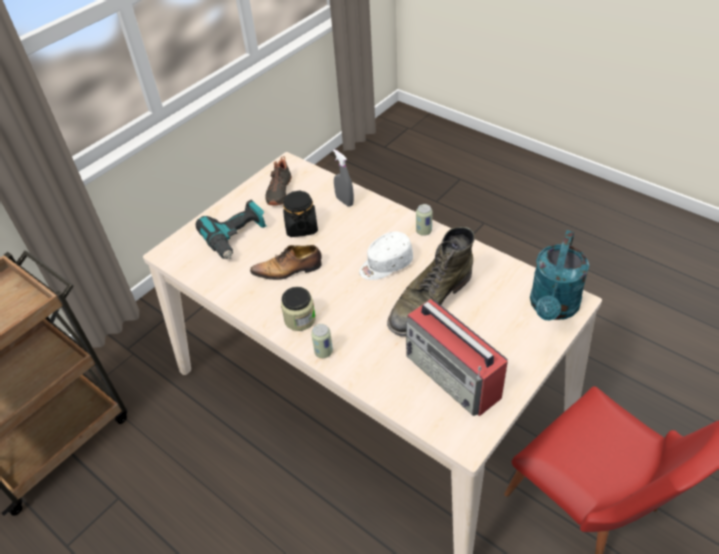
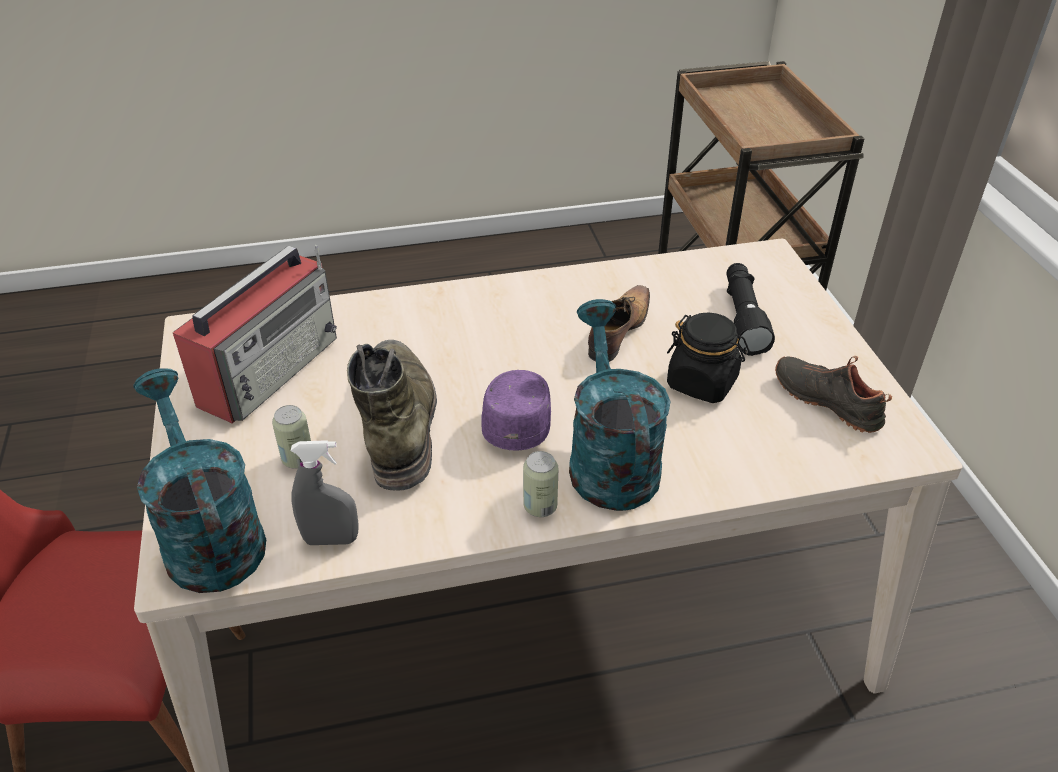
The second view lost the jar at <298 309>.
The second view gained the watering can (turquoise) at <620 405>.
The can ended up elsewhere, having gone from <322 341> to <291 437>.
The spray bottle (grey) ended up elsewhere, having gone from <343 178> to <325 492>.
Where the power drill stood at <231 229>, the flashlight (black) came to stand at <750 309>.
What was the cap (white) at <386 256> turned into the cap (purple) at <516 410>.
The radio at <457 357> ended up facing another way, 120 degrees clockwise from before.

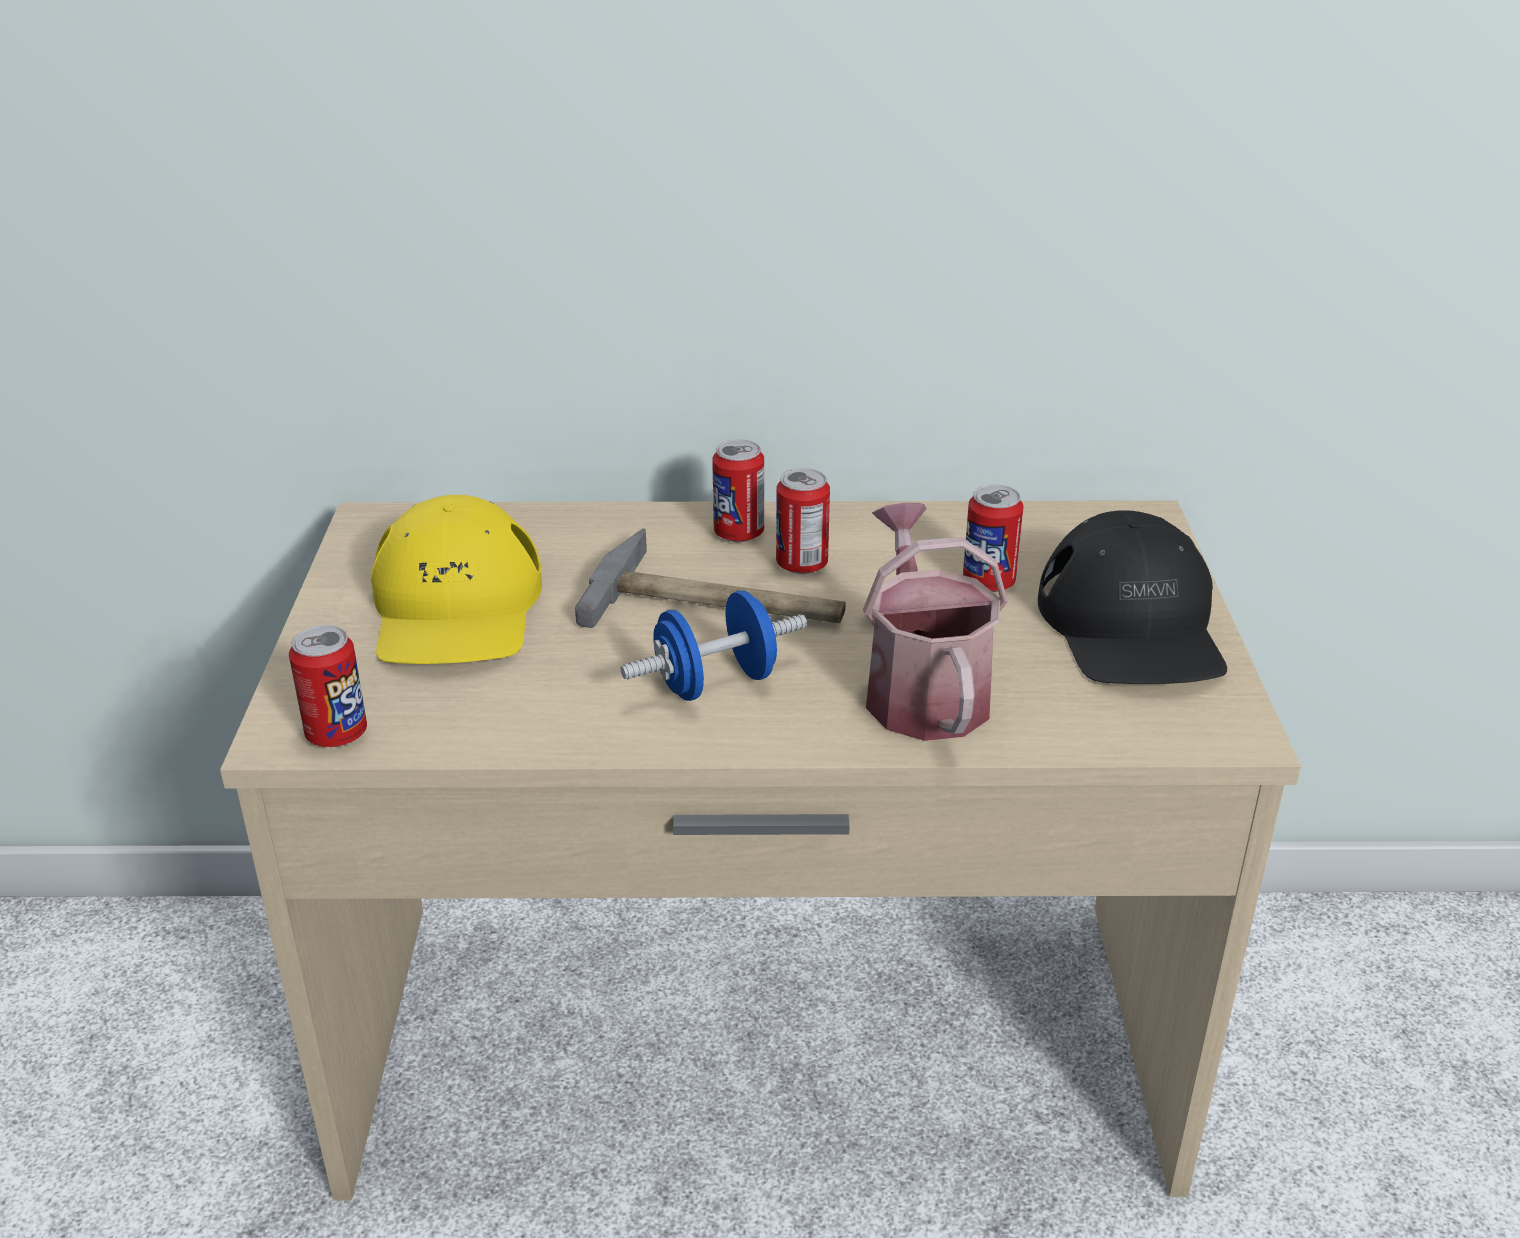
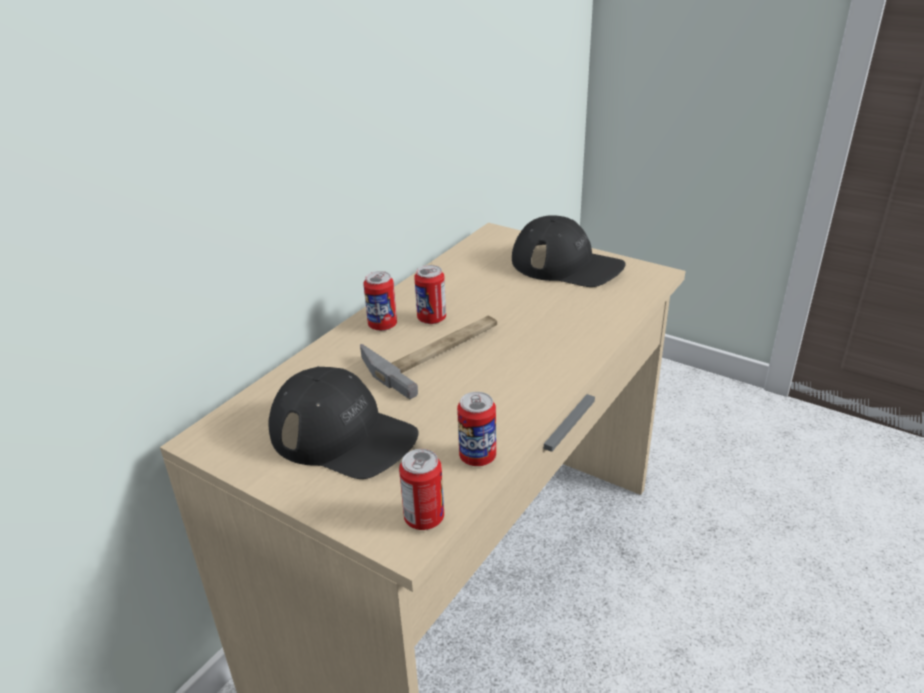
The second view lost the dumbbell (blue) at <714 646>.
The second view lost the watering can at <935 622>.
The can ended up elsewhere, having gone from <993 538> to <476 429>.
What was the cap (yellow) at <456 579> turned into the cap (black) at <343 422>.

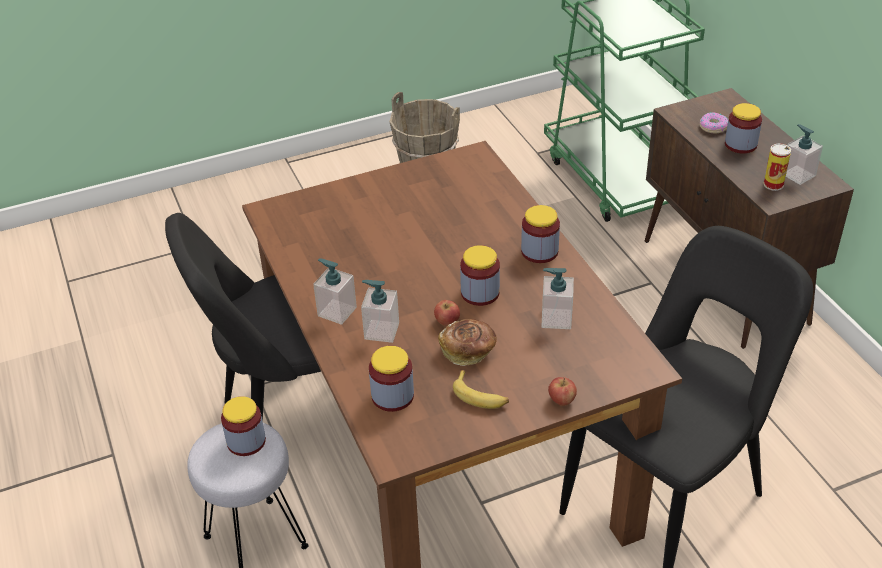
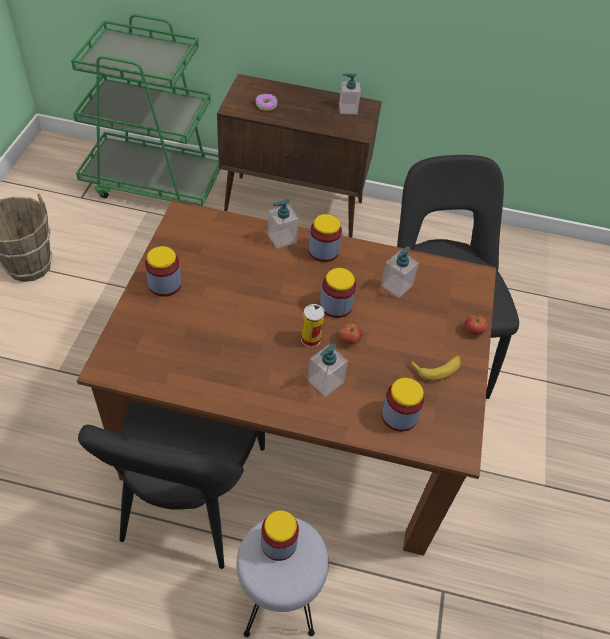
The second view lost the bread at <467 342>.
The soap dispenser ended up elsewhere, having gone from <335 292> to <283 224>.
The jar ended up elsewhere, having gone from <743 128> to <163 271>.
The can ended up elsewhere, having gone from <777 167> to <313 326>.

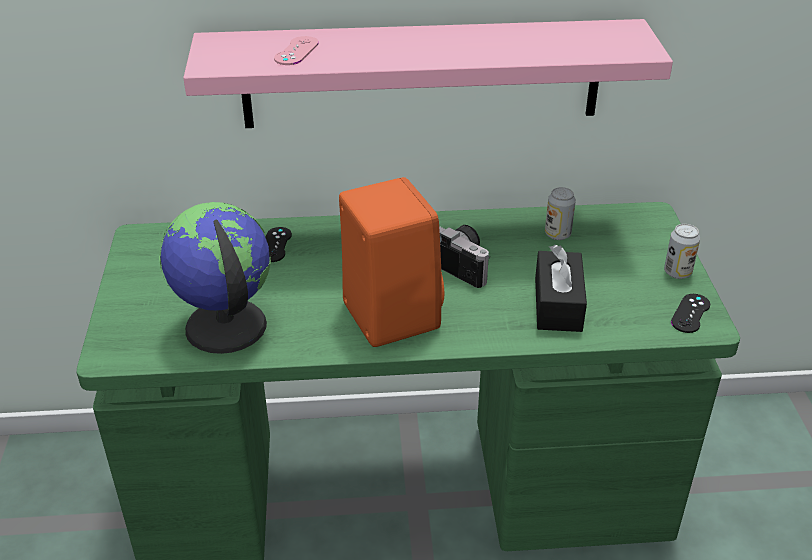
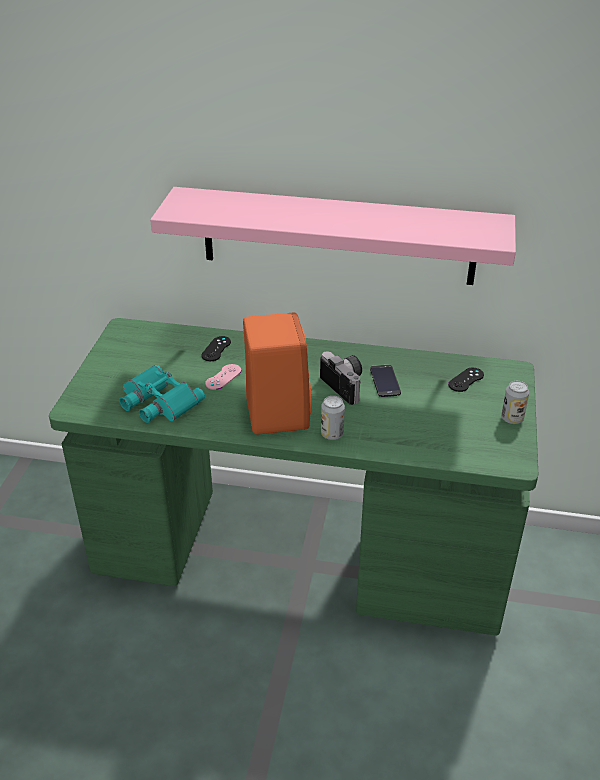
The second view lost the tissue box (black) at <561 288>.
The second view gained the phone at <385 381>.
The game controller (pink) ended up elsewhere, having gone from <296 50> to <223 377>.
The can ended up elsewhere, having gone from <560 213> to <333 418>.
The game controller (black) ended up elsewhere, having gone from <690 313> to <466 380>.
Where the globe stood at <215 278>, the binoculars (turquoise) came to stand at <162 394>.

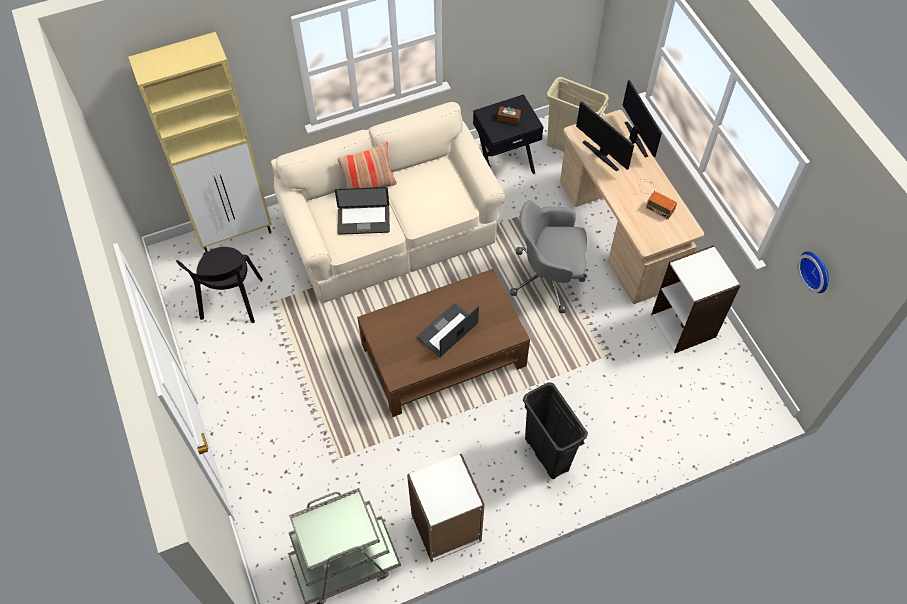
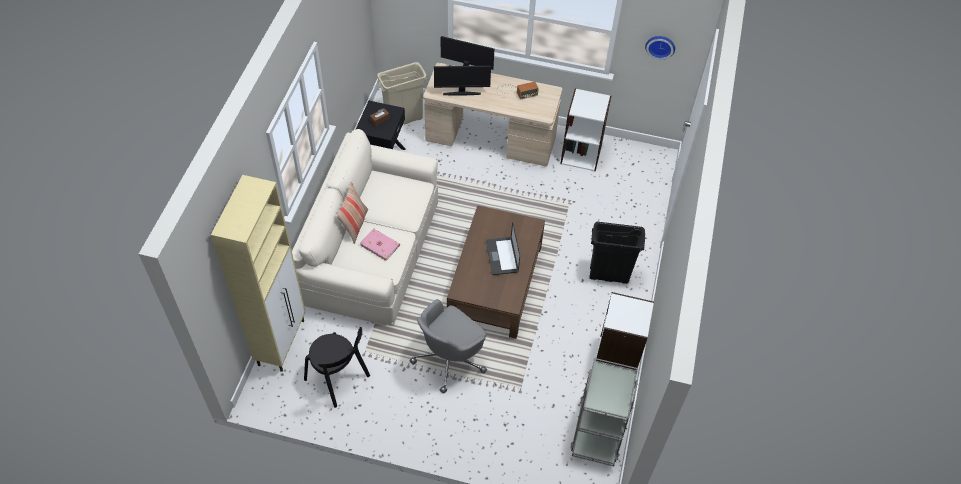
The office chair (grey) ended up elsewhere, having gone from <548 256> to <448 346>.
Where the laptop stood at <362 211>, the book (pink) came to stand at <380 244>.

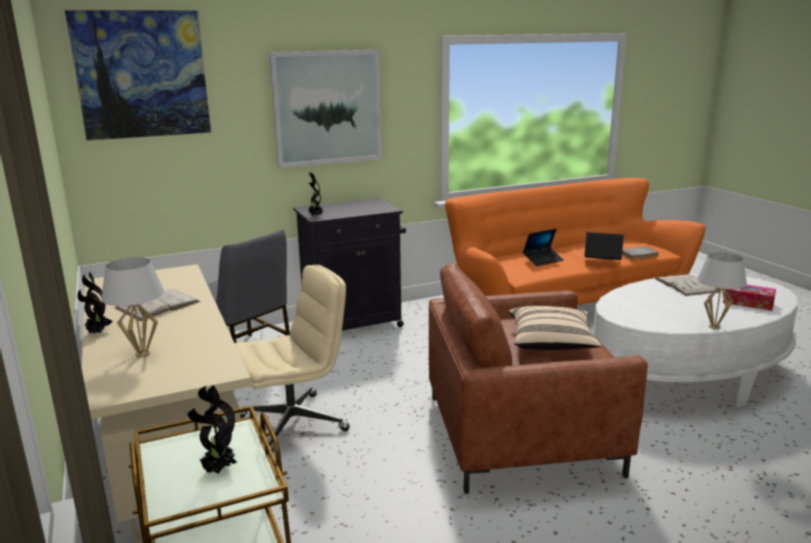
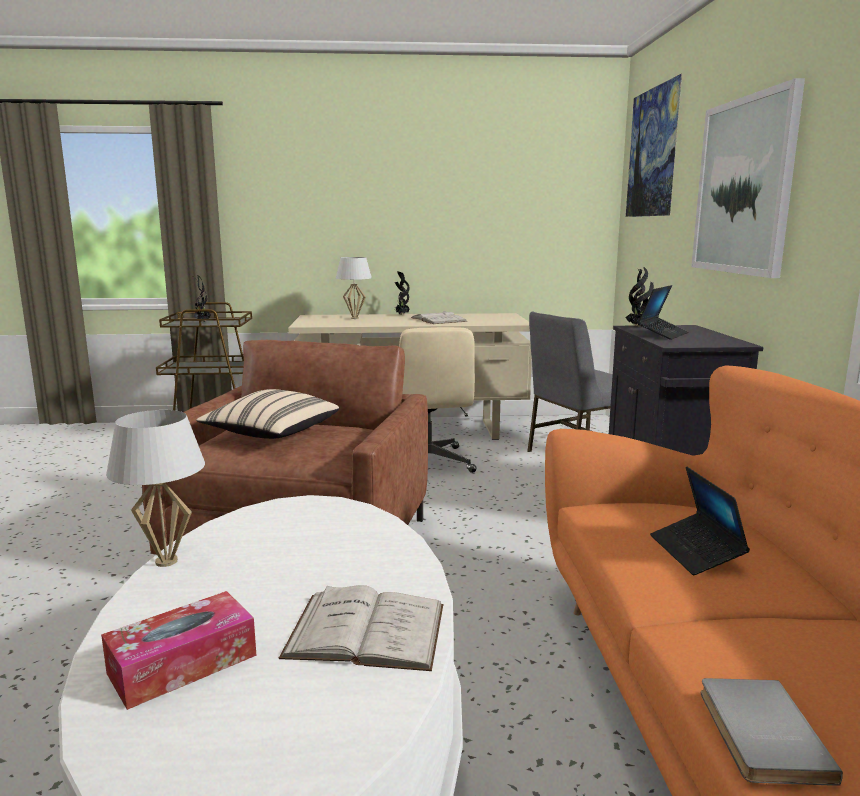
The laptop ended up elsewhere, having gone from <604 246> to <662 312>.

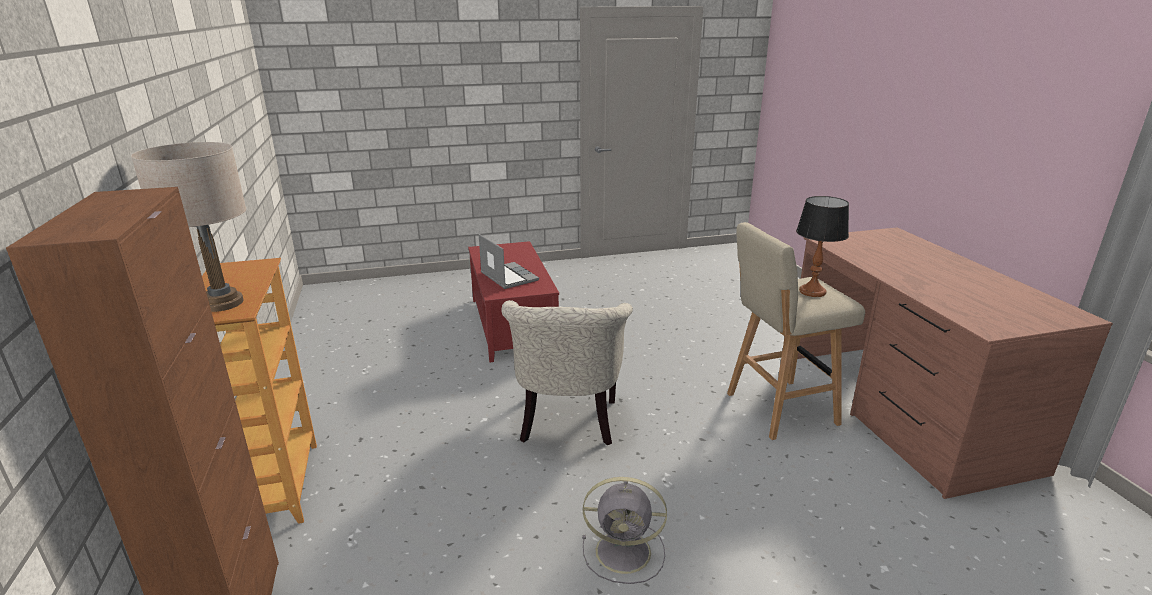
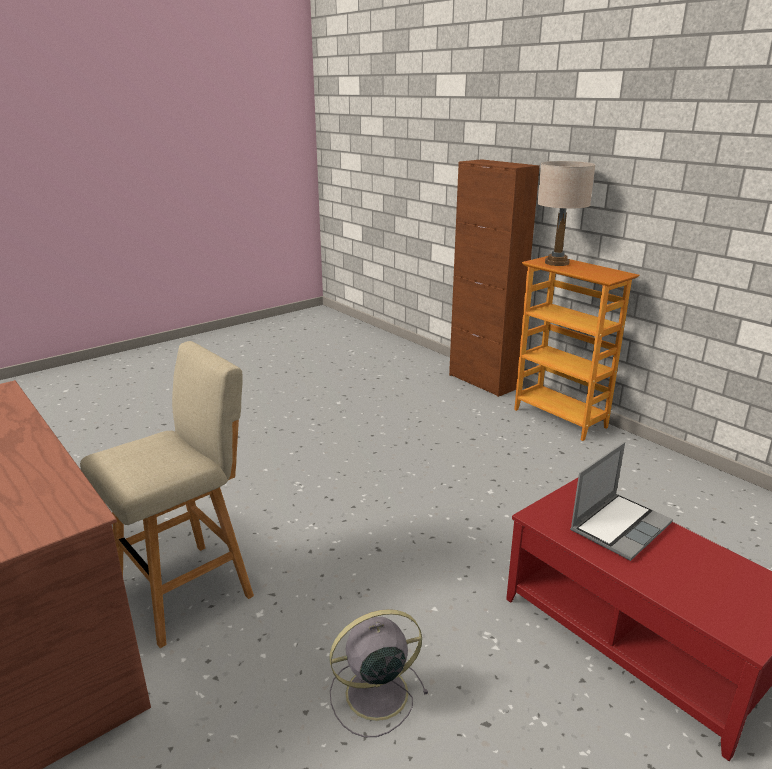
The second view lost the armchair (beige) at <567 373>.
The second view lost the table lamp at <822 246>.
The fan (grey) ended up elsewhere, having gone from <624 530> to <378 673>.
The laptop at <509 261> ended up facing another way, 75 degrees counterclockwise from before.

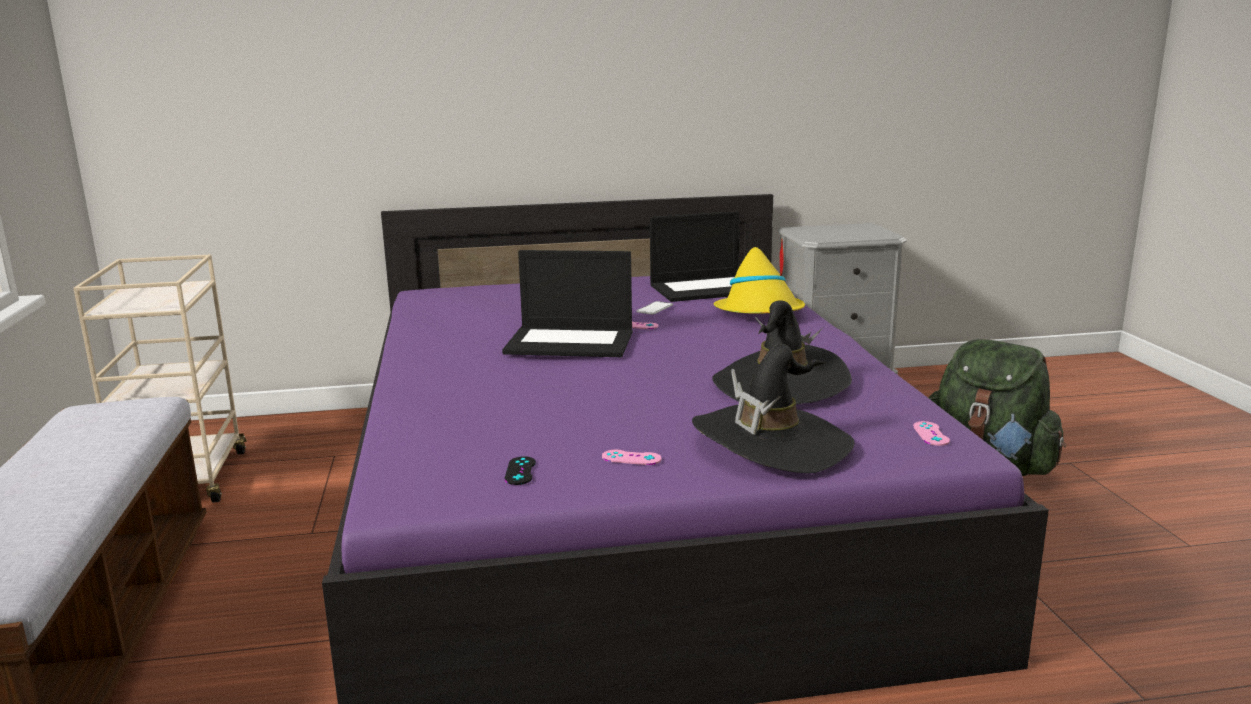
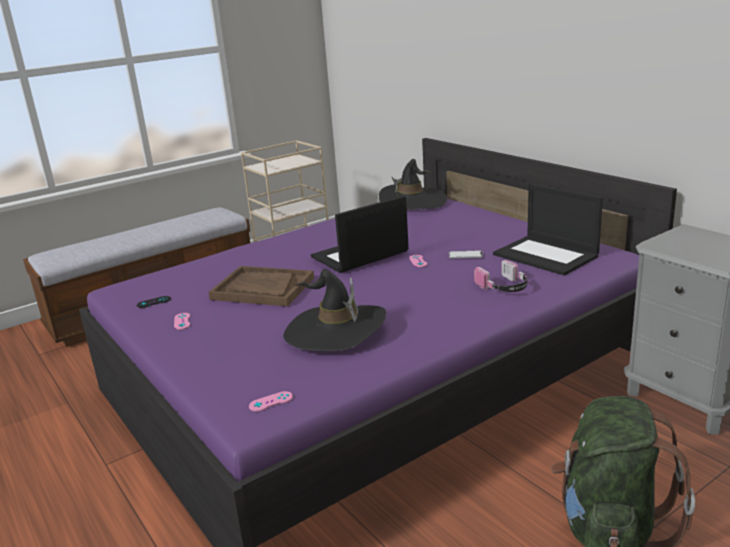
The second view gained the tray (brown) at <261 286>.
The hat (black) ended up elsewhere, having gone from <773 408> to <413 184>.
Where the hat (yellow) stood at <759 277>, the headphones came to stand at <500 276>.
The laptop at <567 303> ended up facing another way, 75 degrees clockwise from before.

